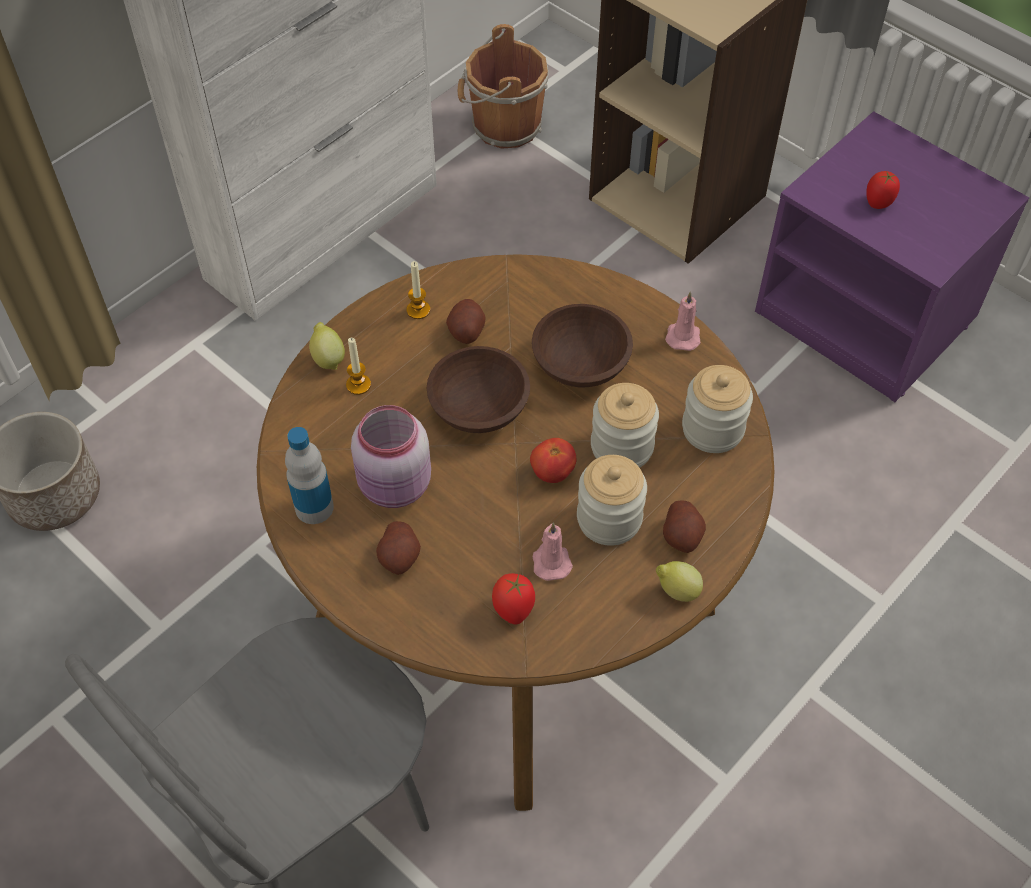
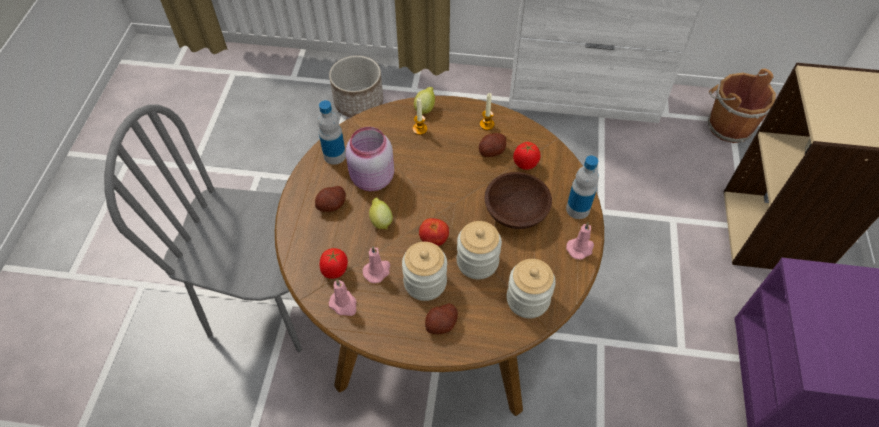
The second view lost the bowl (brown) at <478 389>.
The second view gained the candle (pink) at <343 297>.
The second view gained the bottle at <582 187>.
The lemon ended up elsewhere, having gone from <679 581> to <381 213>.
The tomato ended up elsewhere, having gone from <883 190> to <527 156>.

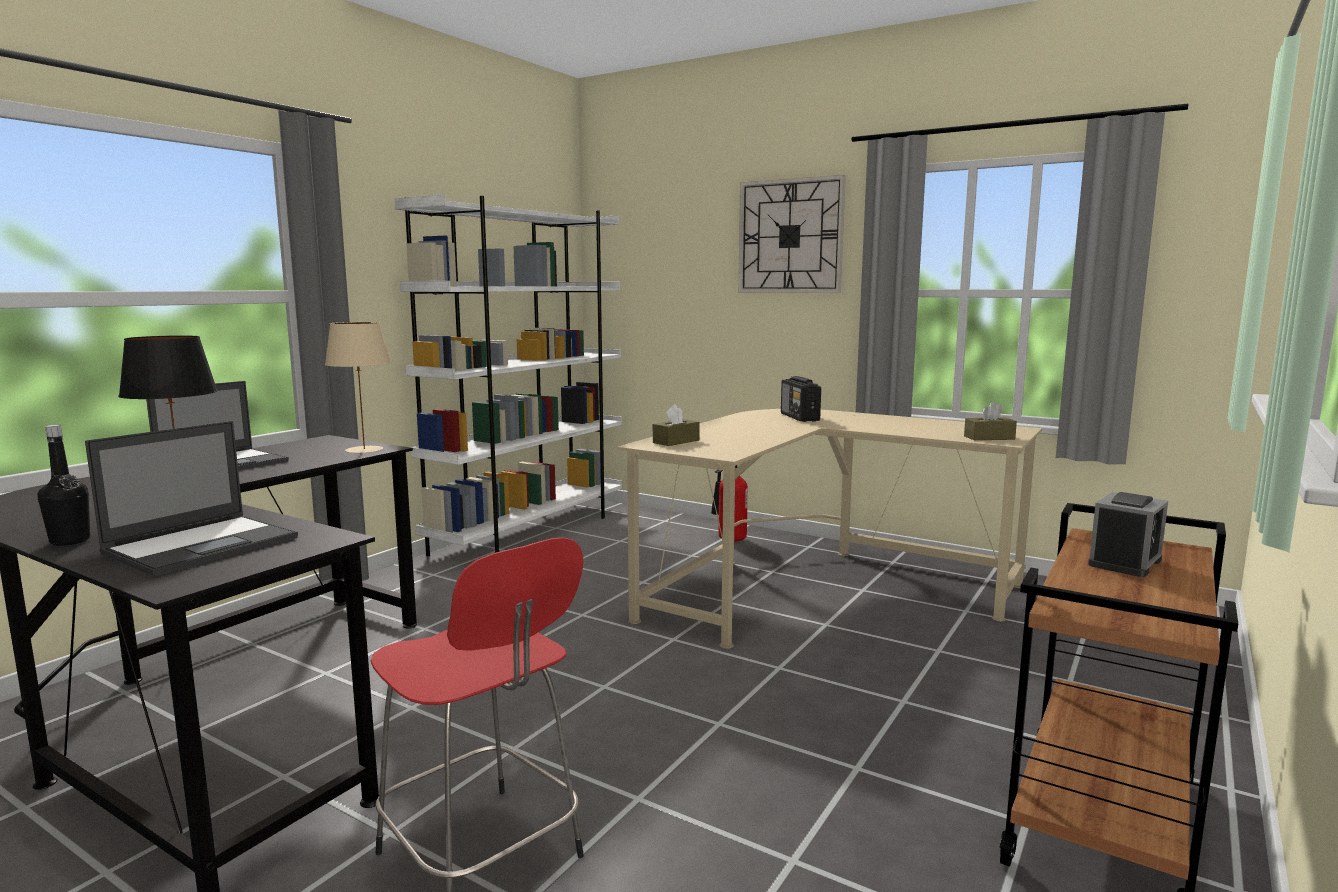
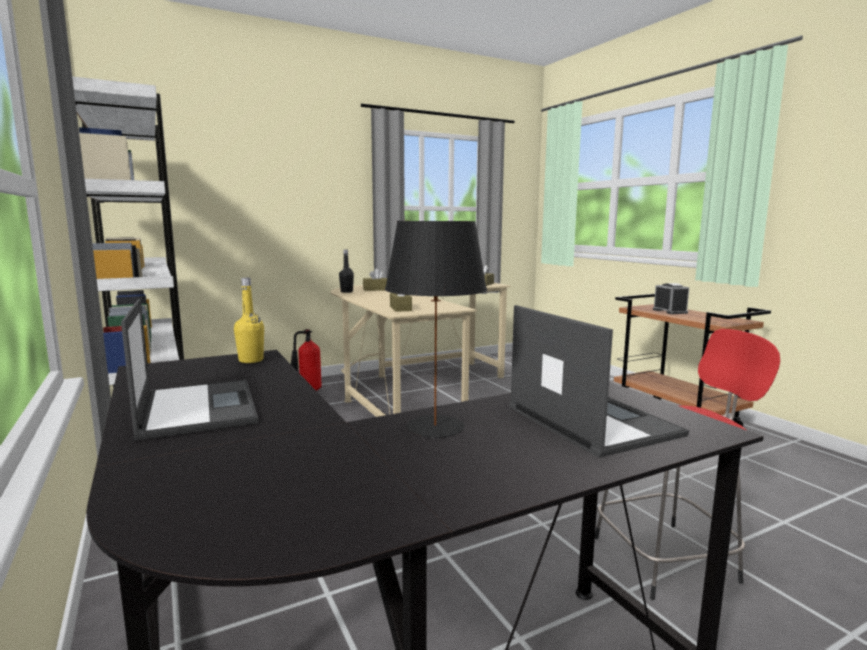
The second view lost the wall clock at <792 234>.
The bottle (black) ended up elsewhere, having gone from <63 485> to <346 271>.
Where the table lamp (beige) stood at <358 387>, the bottle (yellow) came to stand at <249 320>.
Where the radio stood at <801 399>, the tissue box (brown) came to stand at <375 279>.

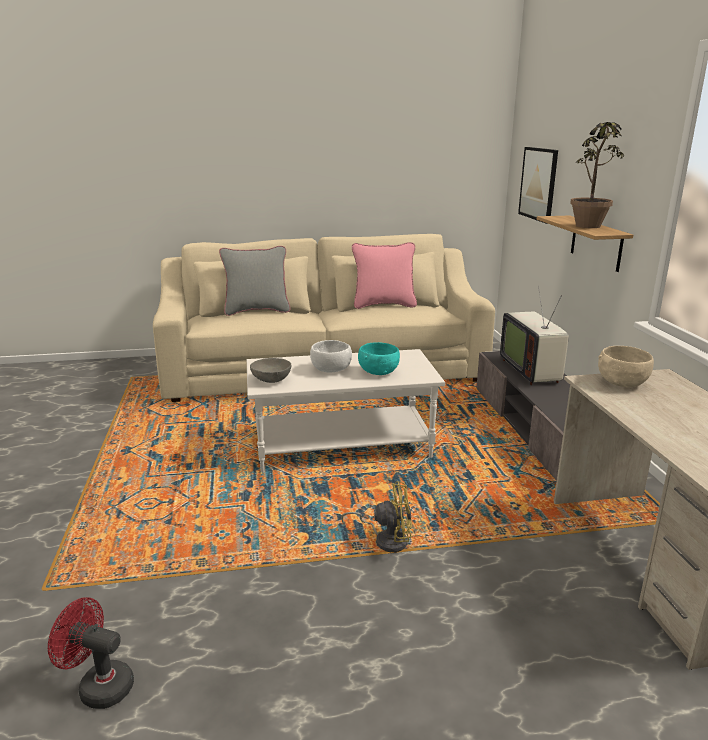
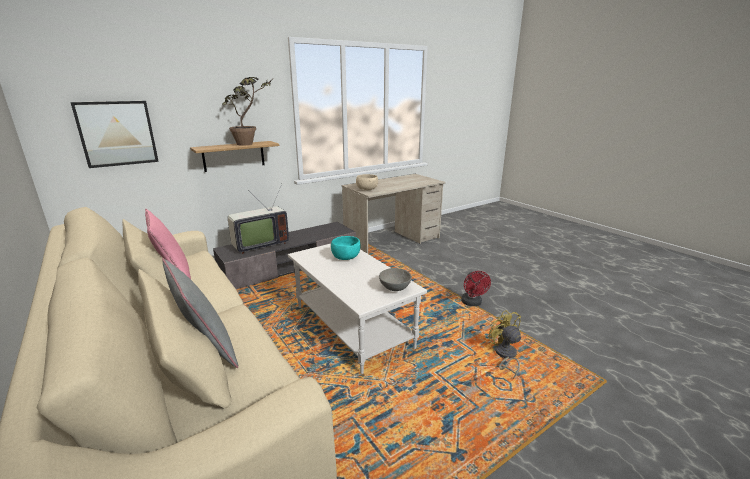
The second view lost the bowl (white) at <331 356>.
The fan (red) ended up elsewhere, having gone from <91 653> to <476 288>.
The fan (yellow) ended up elsewhere, having gone from <376 516> to <505 344>.

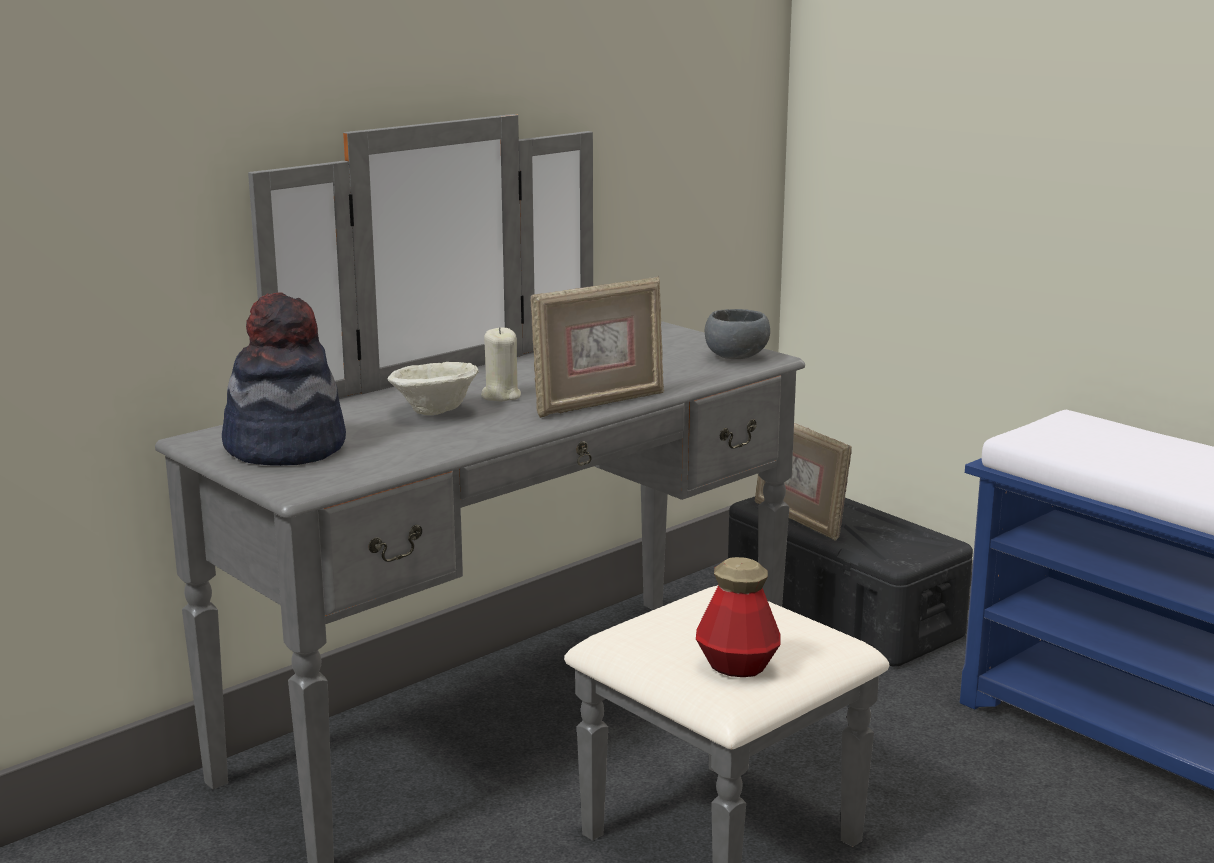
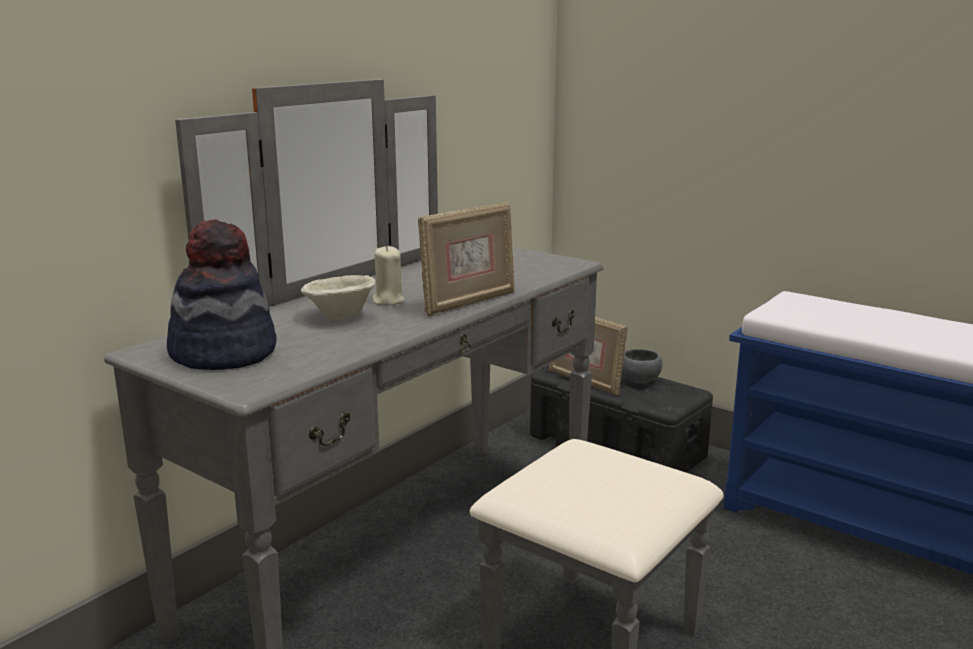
The second view lost the bottle at <738 617>.
The bowl (grey) ended up elsewhere, having gone from <737 334> to <642 366>.

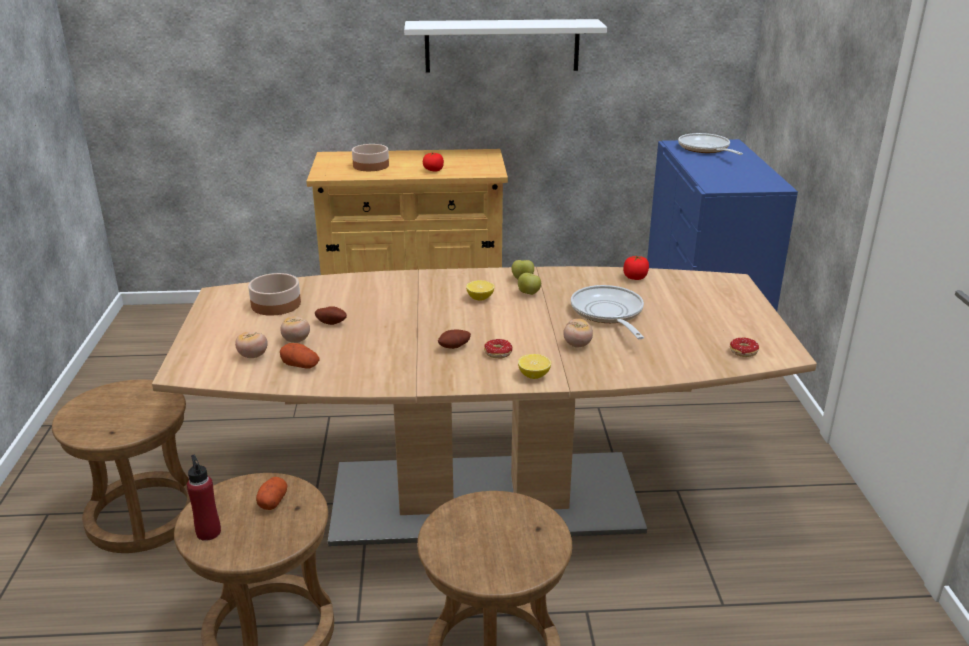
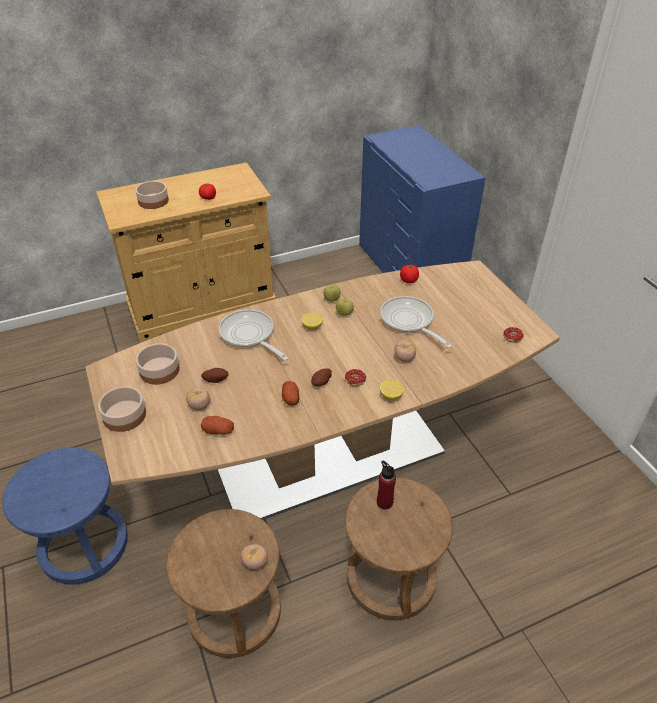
The second view lost the shelf (white) at <505 46>.
The second view gained the bowl at <122 409>.
The bottle (red) ended up elsewhere, having gone from <204 498> to <386 485>.
The tomato ended up elsewhere, having gone from <251 345> to <254 556>.
The potato ended up elsewhere, having gone from <272 493> to <290 393>.
The frying pan ended up elsewhere, having gone from <710 144> to <254 335>.
What was the stool (brown) at <121 466> turned into the stool (blue) at <65 516>.

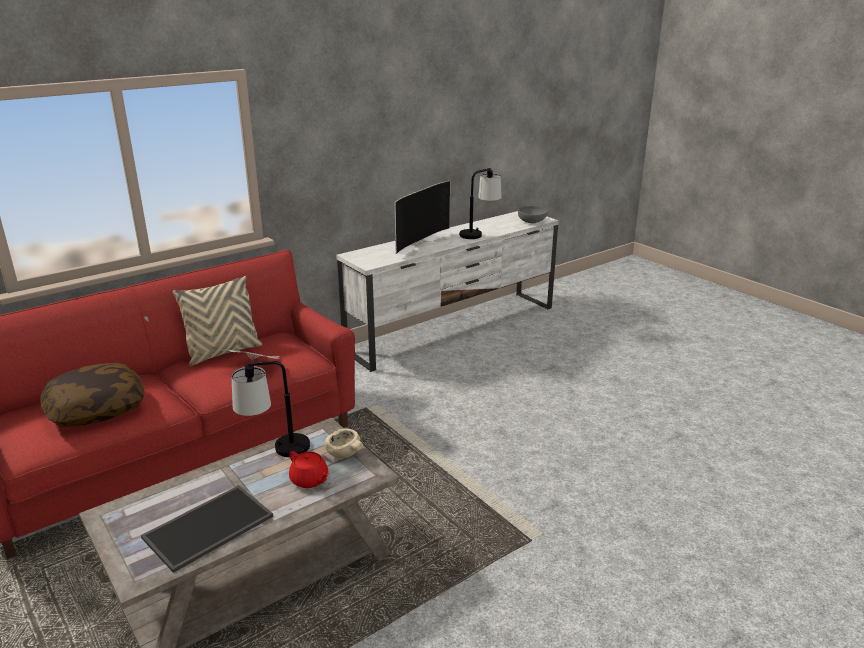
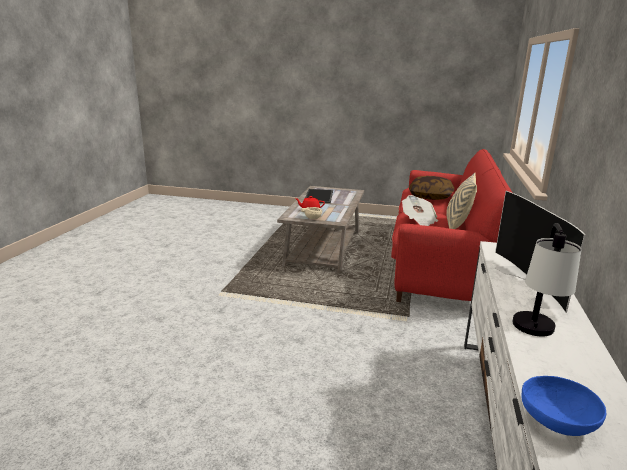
The second view lost the table lamp at <270 409>.
What was the bowl (grey) at <533 214> turned into the bowl (blue) at <563 406>.

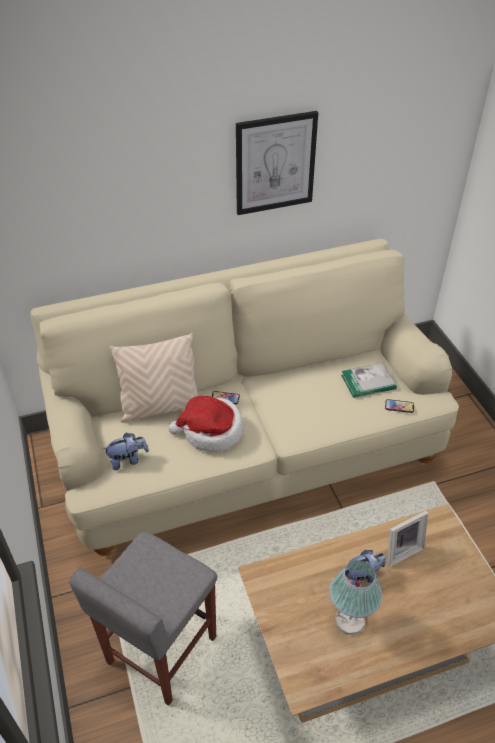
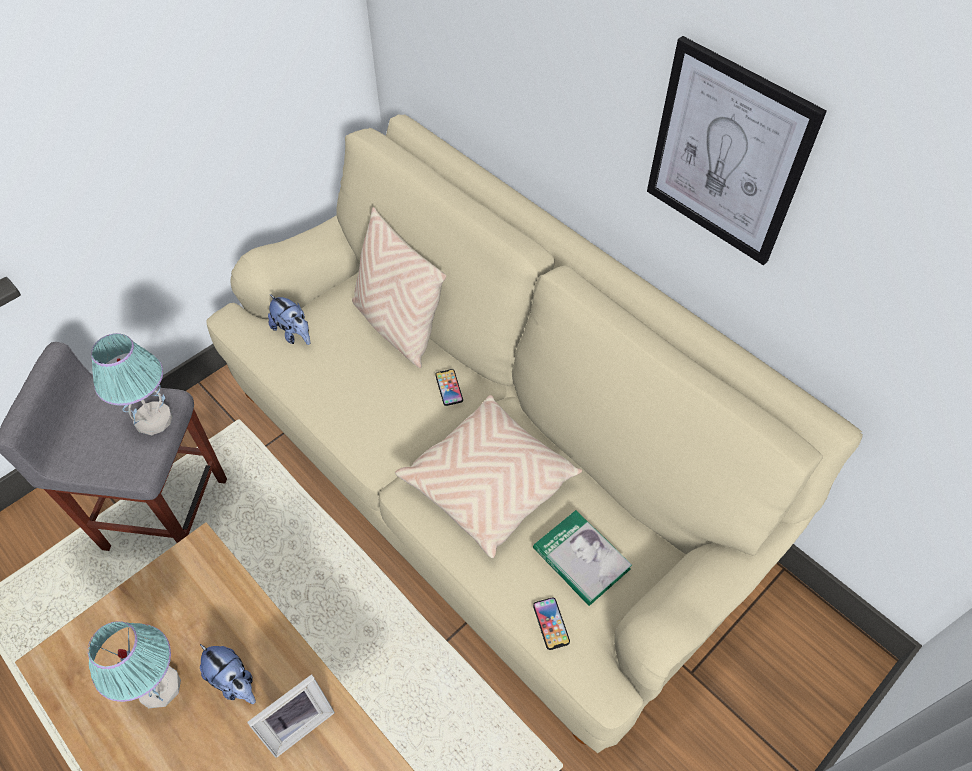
The second view lost the hat at <206 424>.
The second view gained the table lamp at <131 384>.
The second view gained the pillow (beige) at <488 476>.
The picture frame at <407 539> ended up facing another way, 75 degrees counterclockwise from before.

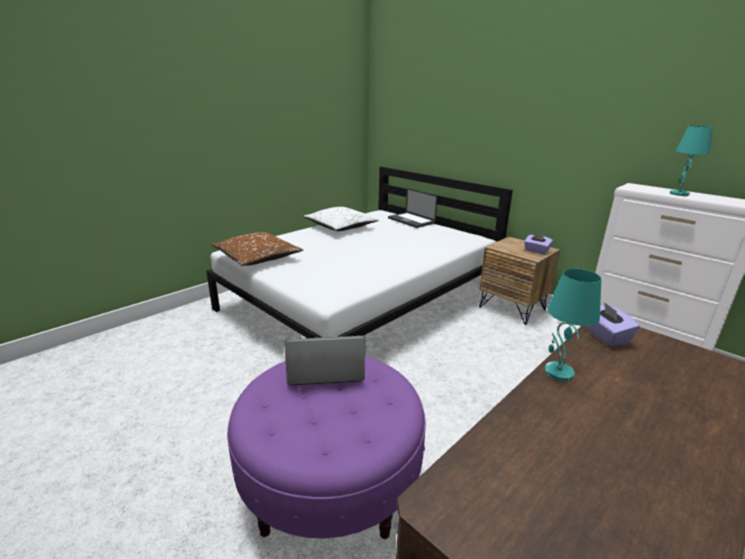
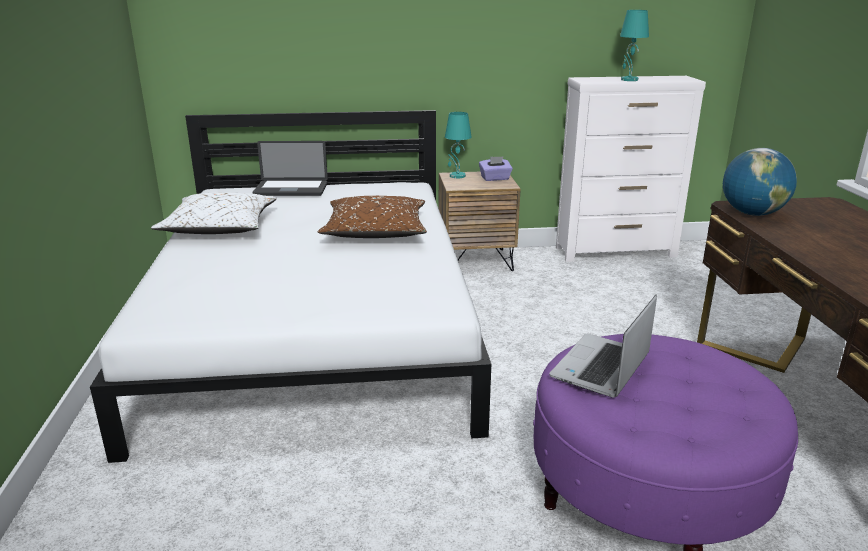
The pillow (brown) ended up elsewhere, having gone from <257 249> to <372 217>.
The table lamp (turquoise) ended up elsewhere, having gone from <572 325> to <458 145>.
Where the tissue box (purple) stood at <613 324>, the globe came to stand at <760 182>.

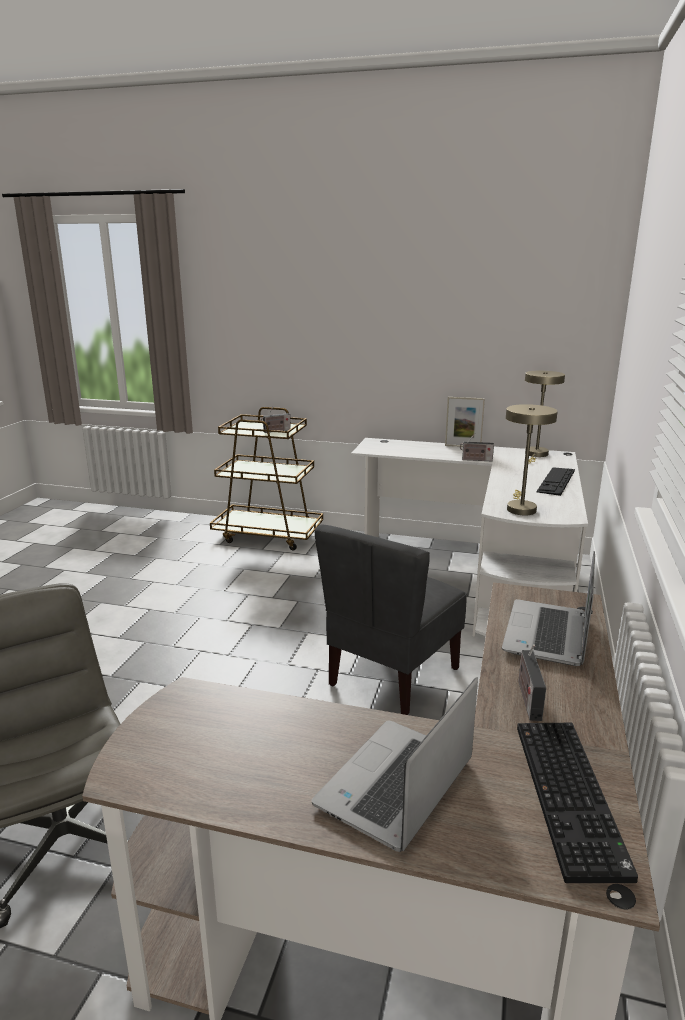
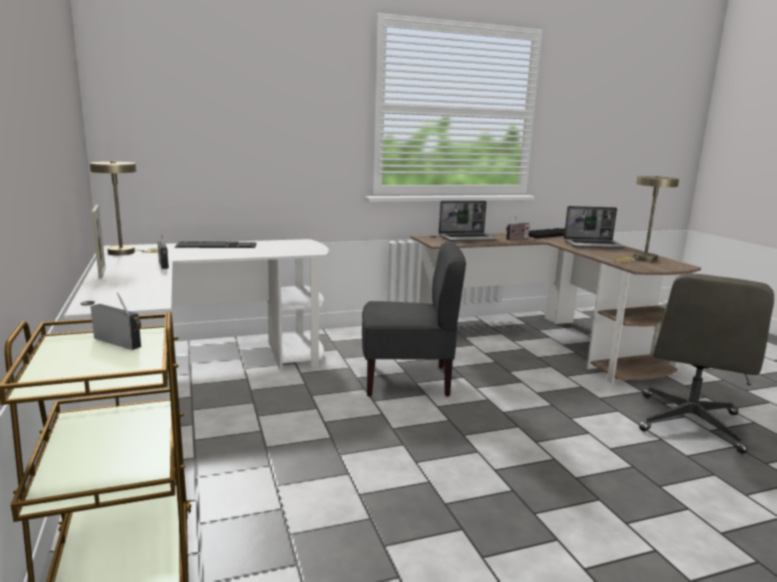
The table lamp (beige) ended up elsewhere, having gone from <532 459> to <646 219>.

